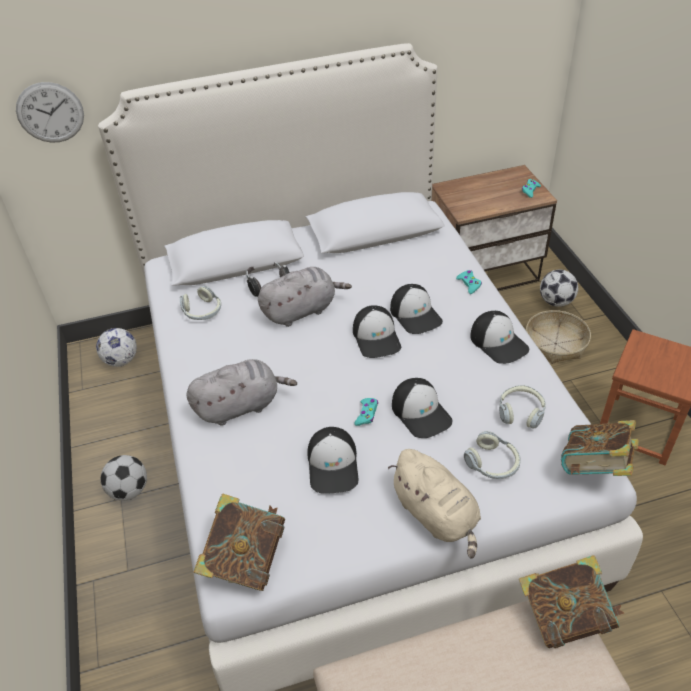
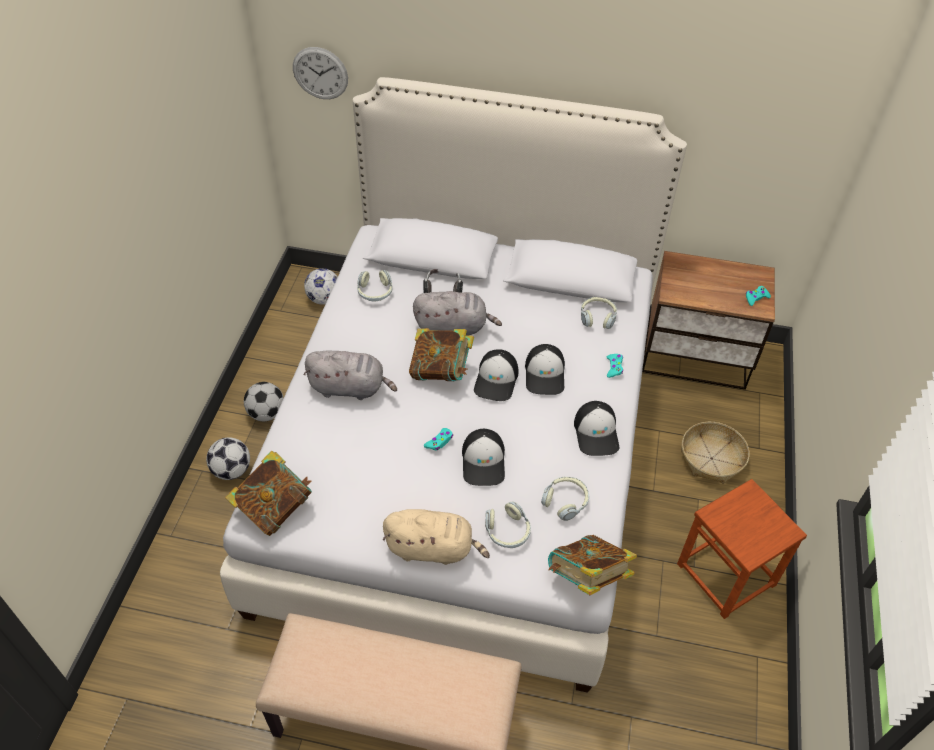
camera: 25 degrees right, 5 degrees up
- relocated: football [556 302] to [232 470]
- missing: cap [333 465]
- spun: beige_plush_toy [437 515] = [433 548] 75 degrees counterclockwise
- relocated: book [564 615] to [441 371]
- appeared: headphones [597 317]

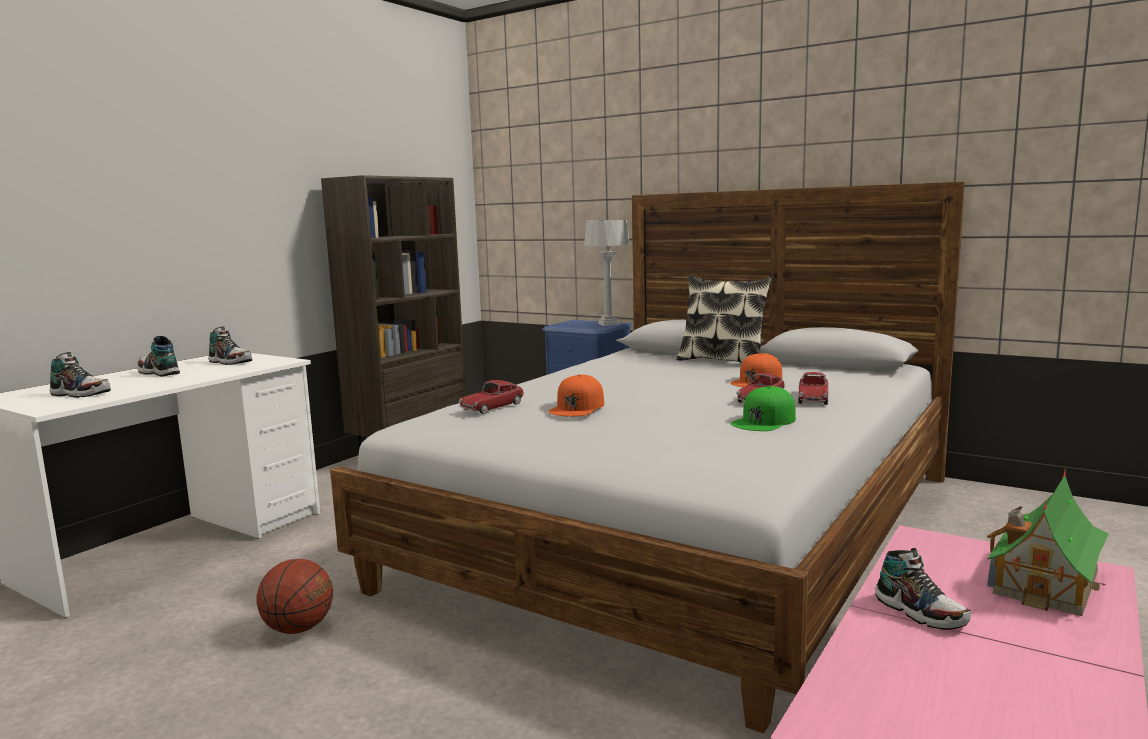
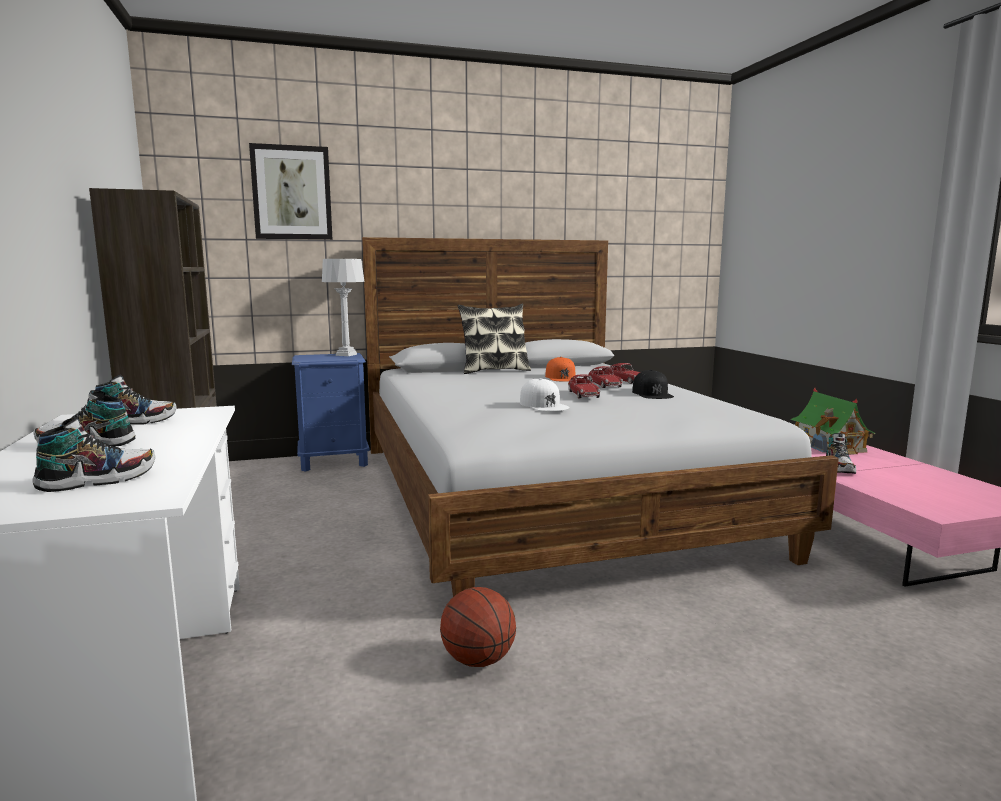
camera: 50 degrees left, 0 degrees up
- colour: orange_cap [577 407] to white_cap [543 405]
- relocated: toy_car [492 407] to [583 394]
- colour: green_cap [764 421] to black_cap [652 393]
- spun: shoe [920 612] = [839 468] 90 degrees clockwise
- appeared: picture [292 193]

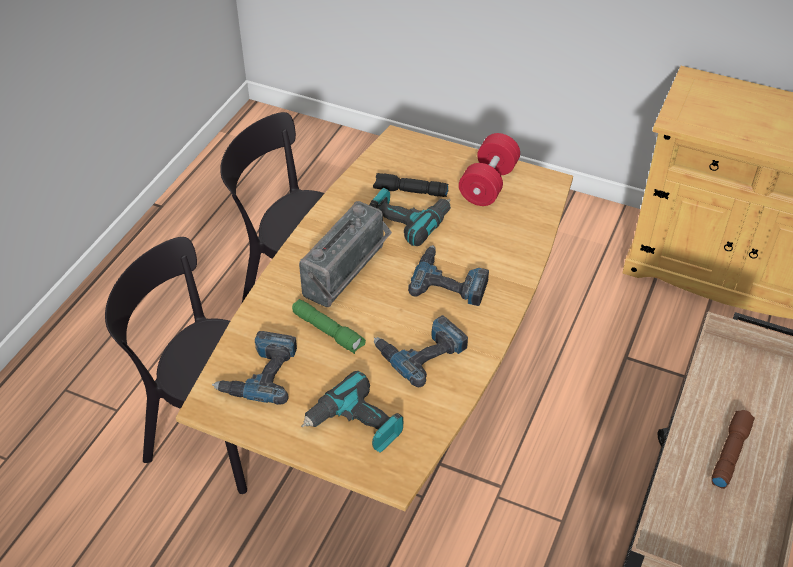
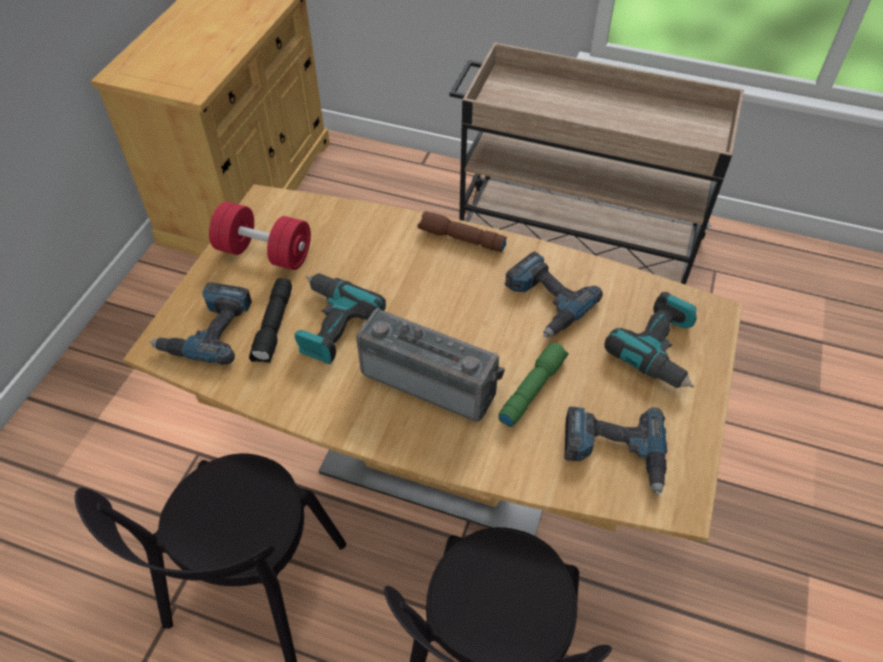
camera: 95 degrees left, 5 degrees up
- relocated: power_drill [450 281] to [208 329]
- relocated: brown_flashlight [729 453] to [460 239]

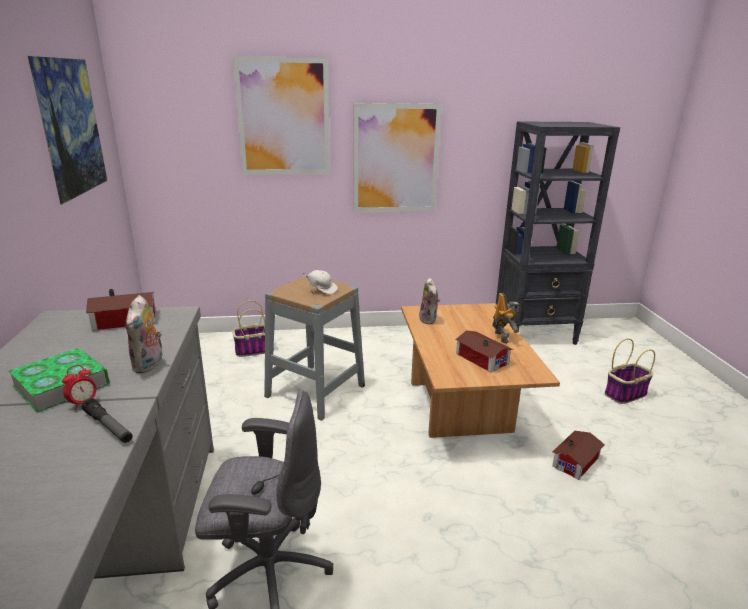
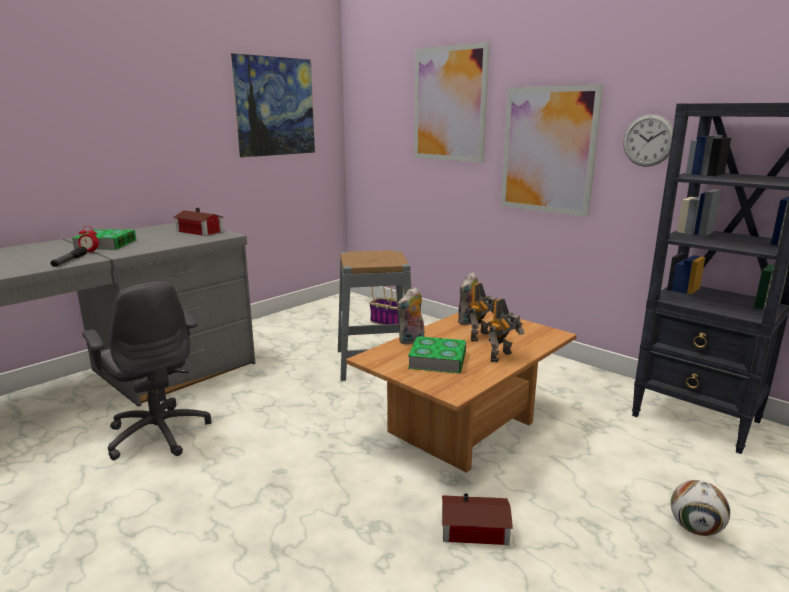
camera: 50 degrees right, 5 degrees down
- missing: white_cap [322 289]
- relocated: plush_toy [149 365] to [411 341]
- exchanged: toy_house [481 358] to book [437 360]
- exchanged: basket [625 394] to football [695 528]
- appeared: wall_clock [648 140]
- appeared: toy_robot [481 336]

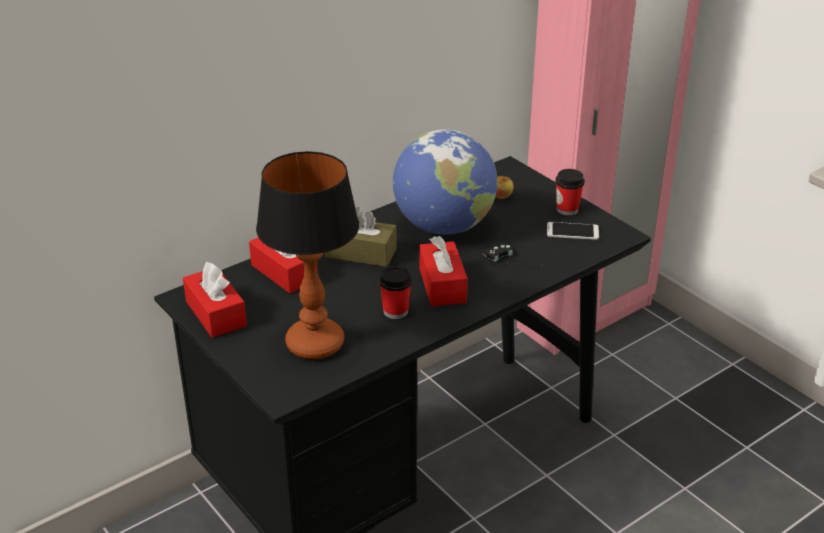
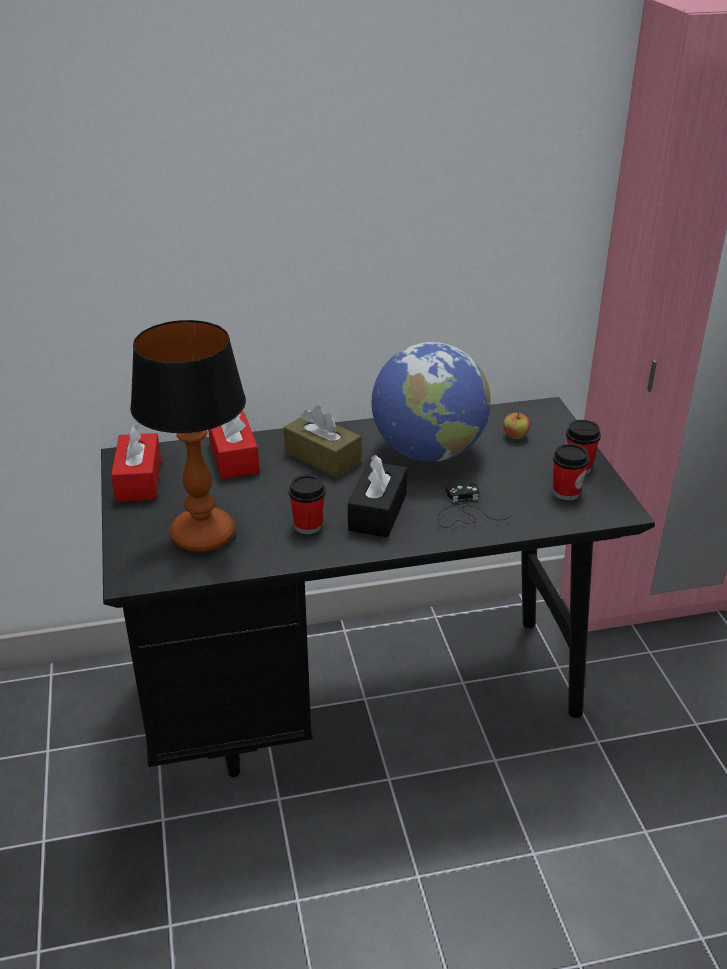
camera: 25 degrees right, 0 degrees up
- exchanged: phone [572 231] to cup [566 492]
- colour: red_tissue_box [442 285] to black_tissue_box [378 512]

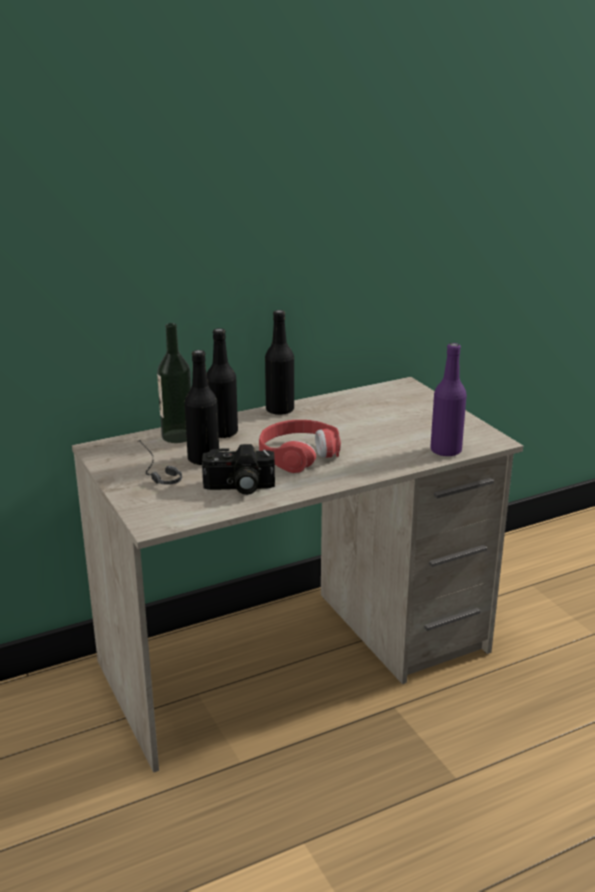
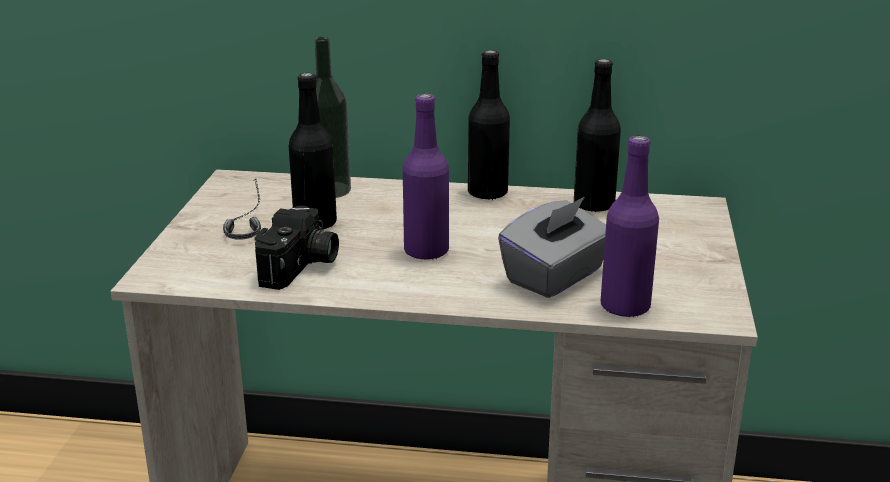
camera: 35 degrees right, 0 degrees up
- relocated: black_bottle [223 433] to [594 205]
- exchanged: red_headphones [298 455] to purple_bottle [426 251]
- spun: photo_camera [239 487] = [301 267] 105 degrees counterclockwise
- appeared: grey_tissue_box [555 276]

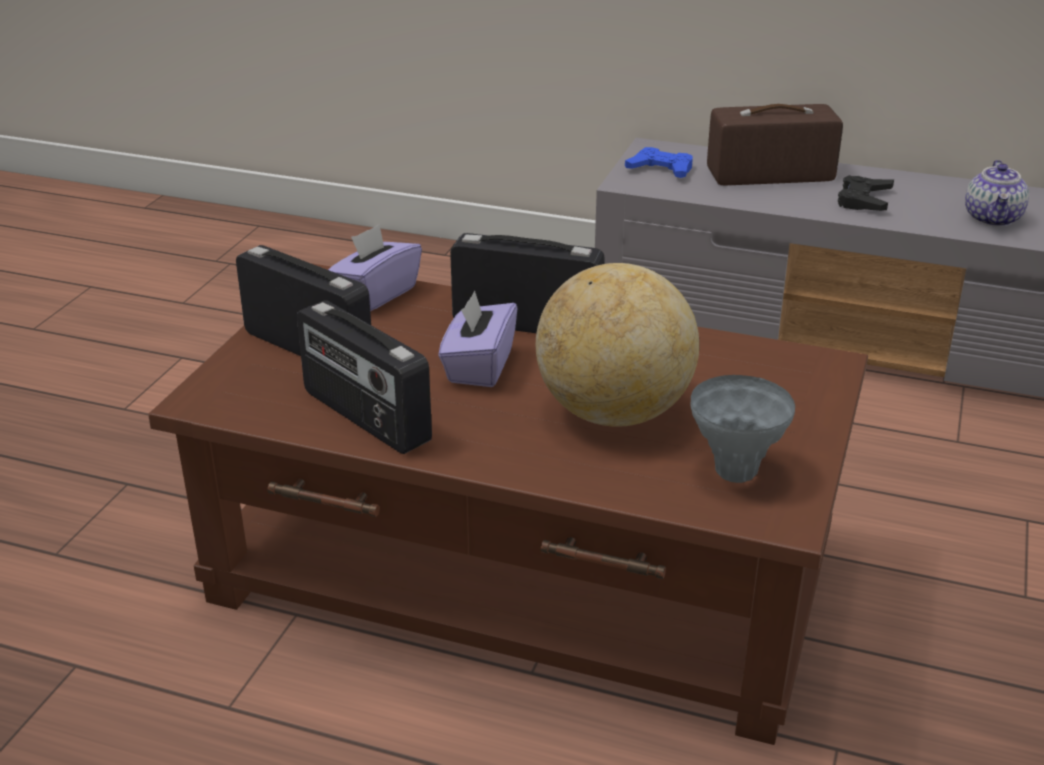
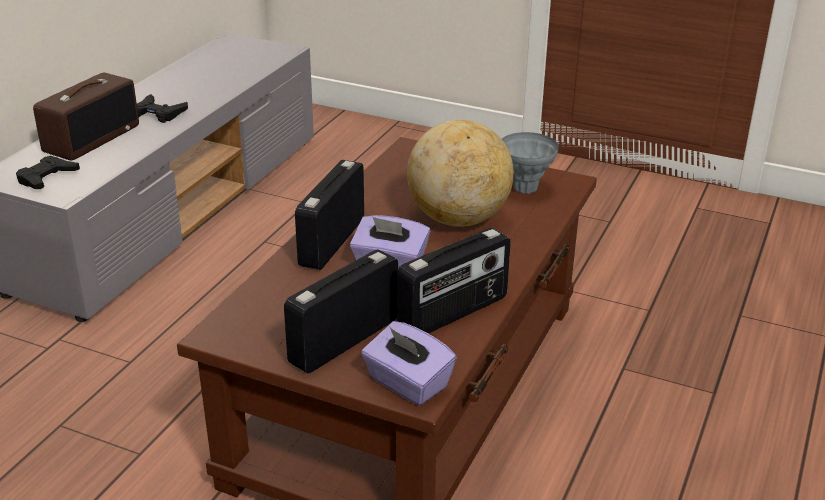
camera: 85 degrees left, 0 degrees up
- spun: radio [769 175] = [91 138] 150 degrees counterclockwise
- colour: blue_game_controller [661 170] to black_game_controller [47 178]
- missing: teapot [993 219]
- relocated: purple_tissue_box [375 294] to [407 384]

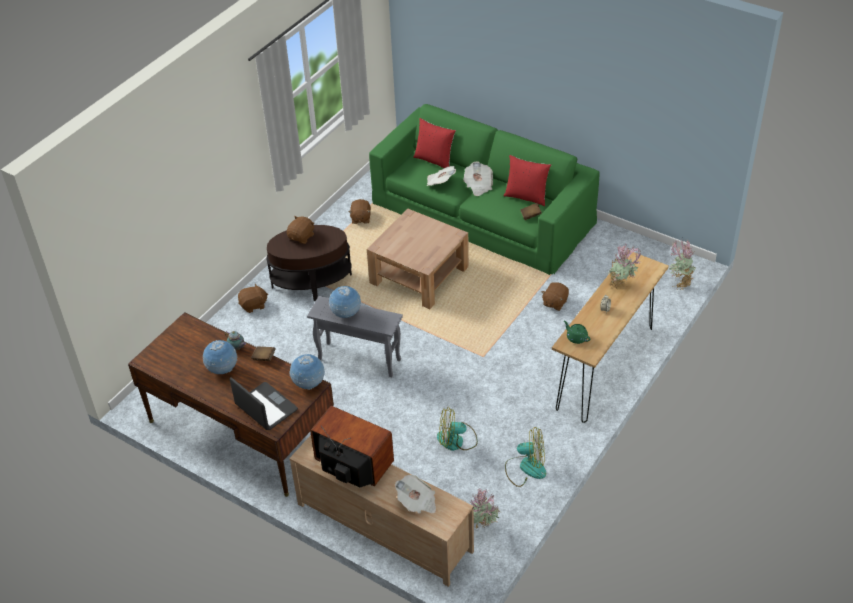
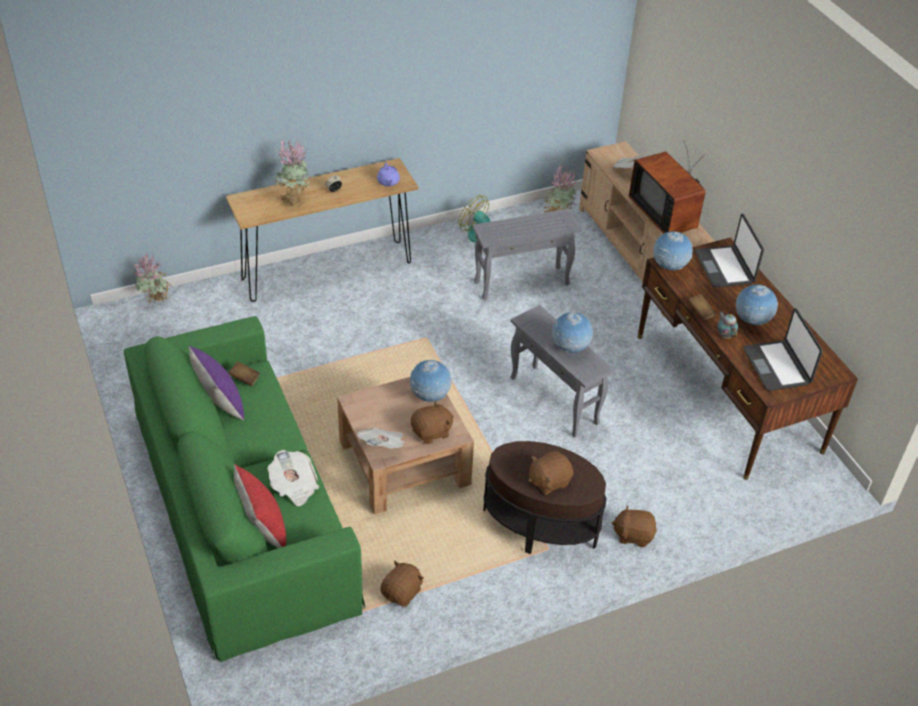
camera: 150 degrees left, 0 degrees up
- colour: red_pillow [526 196] to purple_pillow [220 404]
- relocated: newspaper [478 186] to [383 446]
- relocated: brown_plush_toy [554 302] to [432 432]
- colour: green_teapot [576 338] to purple_teapot [388 182]
- exchanged: fan [456 440] to grey_side_table [521 283]
- appeared: laptop [777 366]
- appeared: globe [430 397]

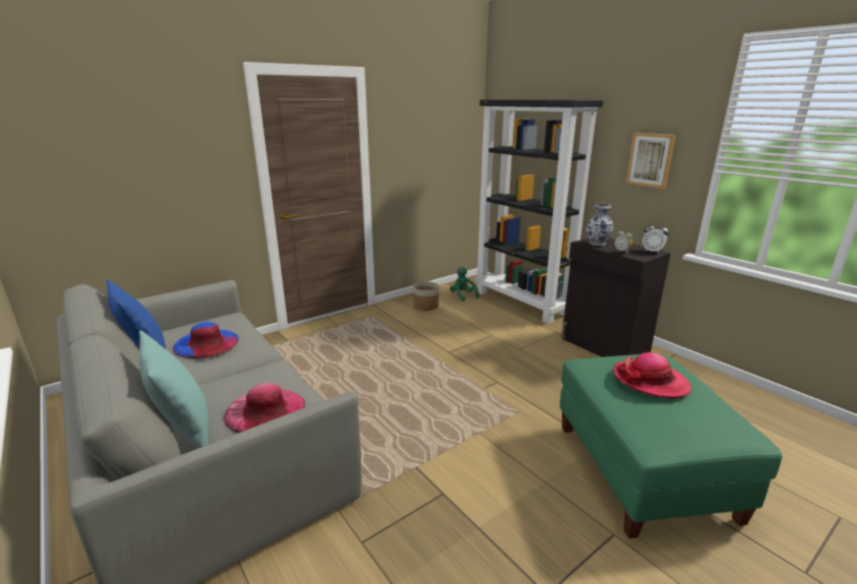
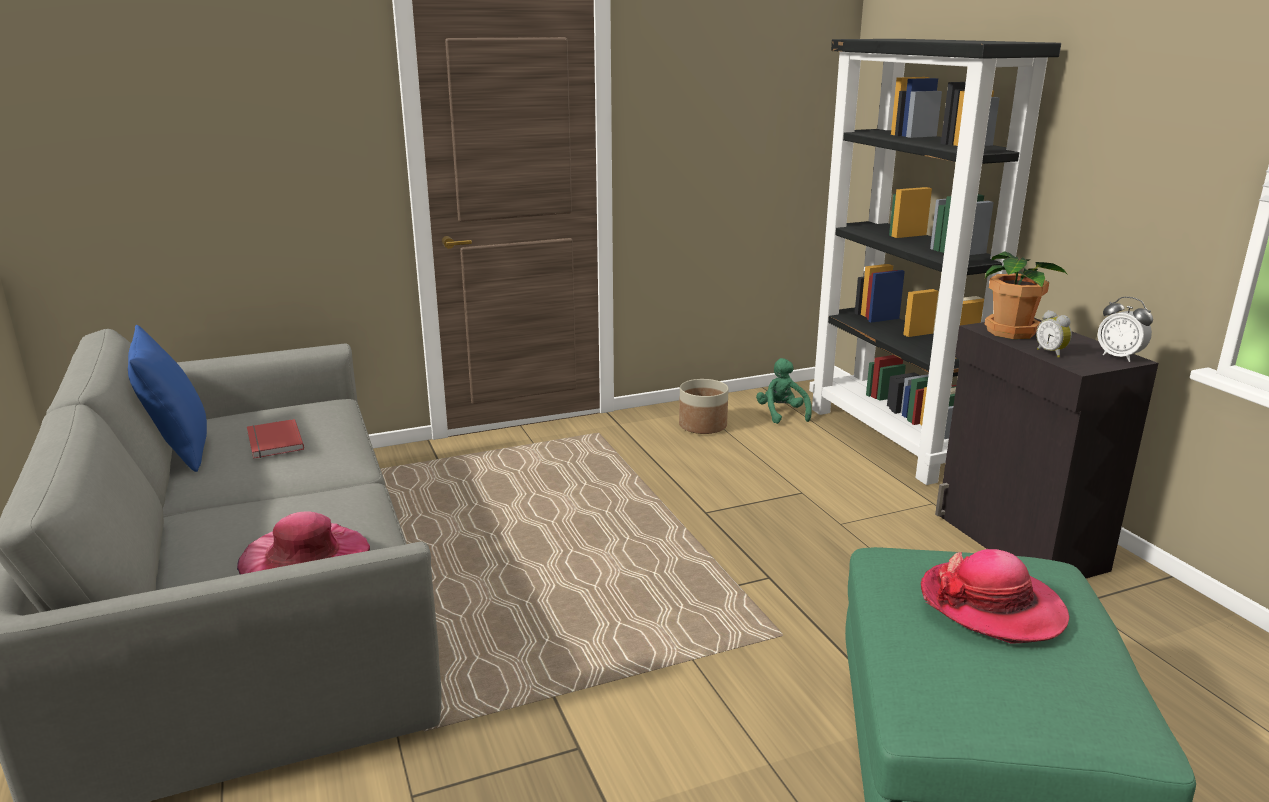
camera: 15 degrees right, 0 degrees up
- missing: picture [650 160]
- exchanged: vase [597 243] to potted_plant [1012 332]
- exchanged: blue_hat [206 343] to red_book [273 442]
- missing: turquoise_pillow [184 429]

